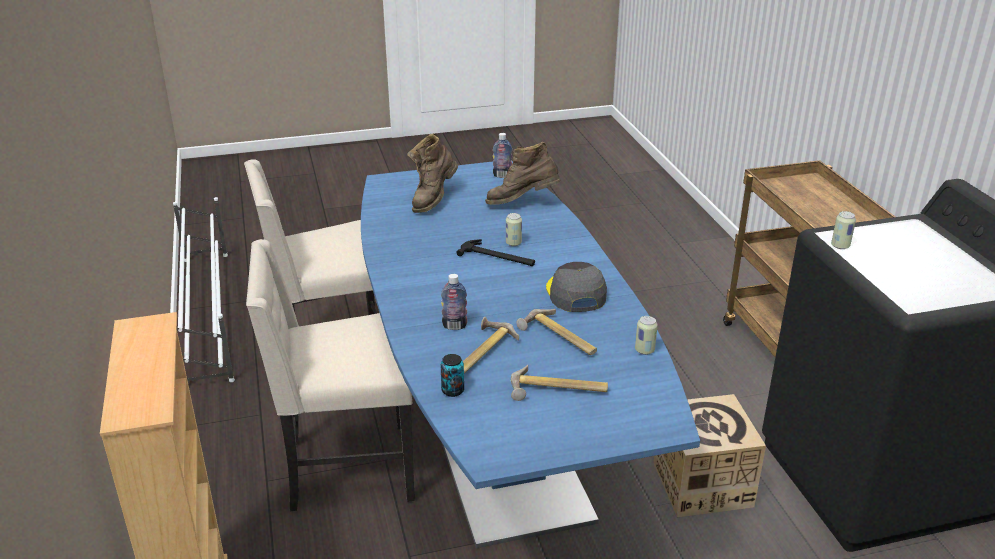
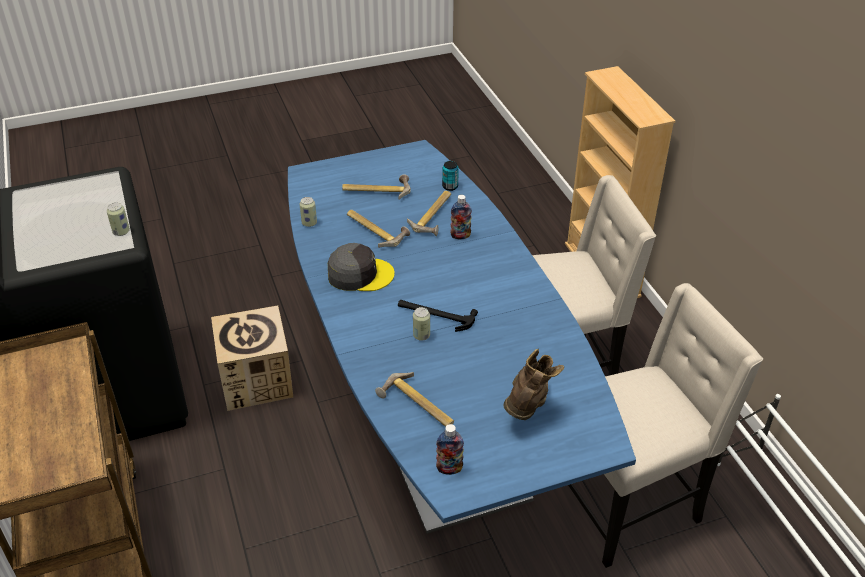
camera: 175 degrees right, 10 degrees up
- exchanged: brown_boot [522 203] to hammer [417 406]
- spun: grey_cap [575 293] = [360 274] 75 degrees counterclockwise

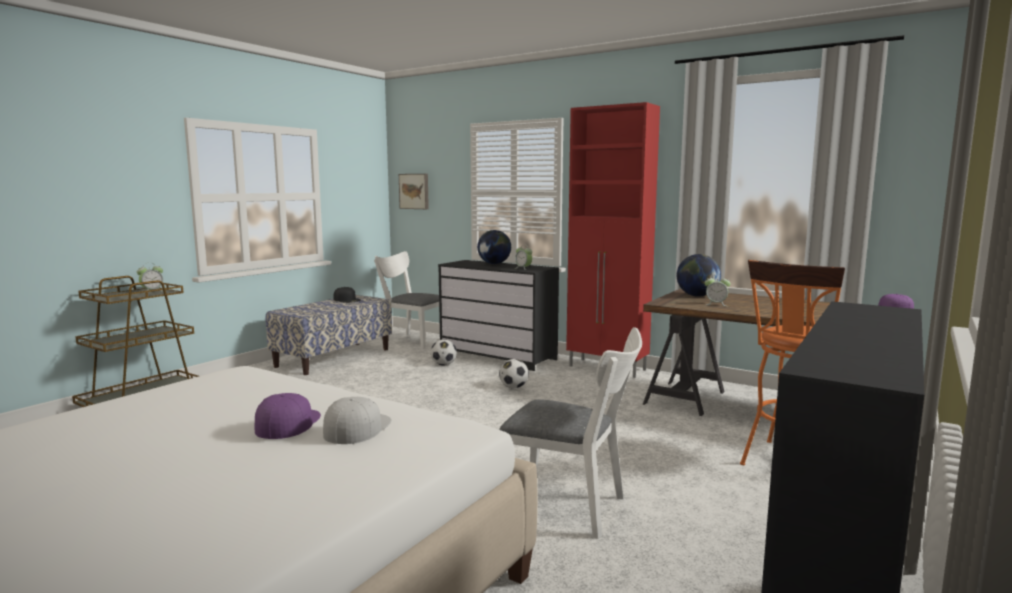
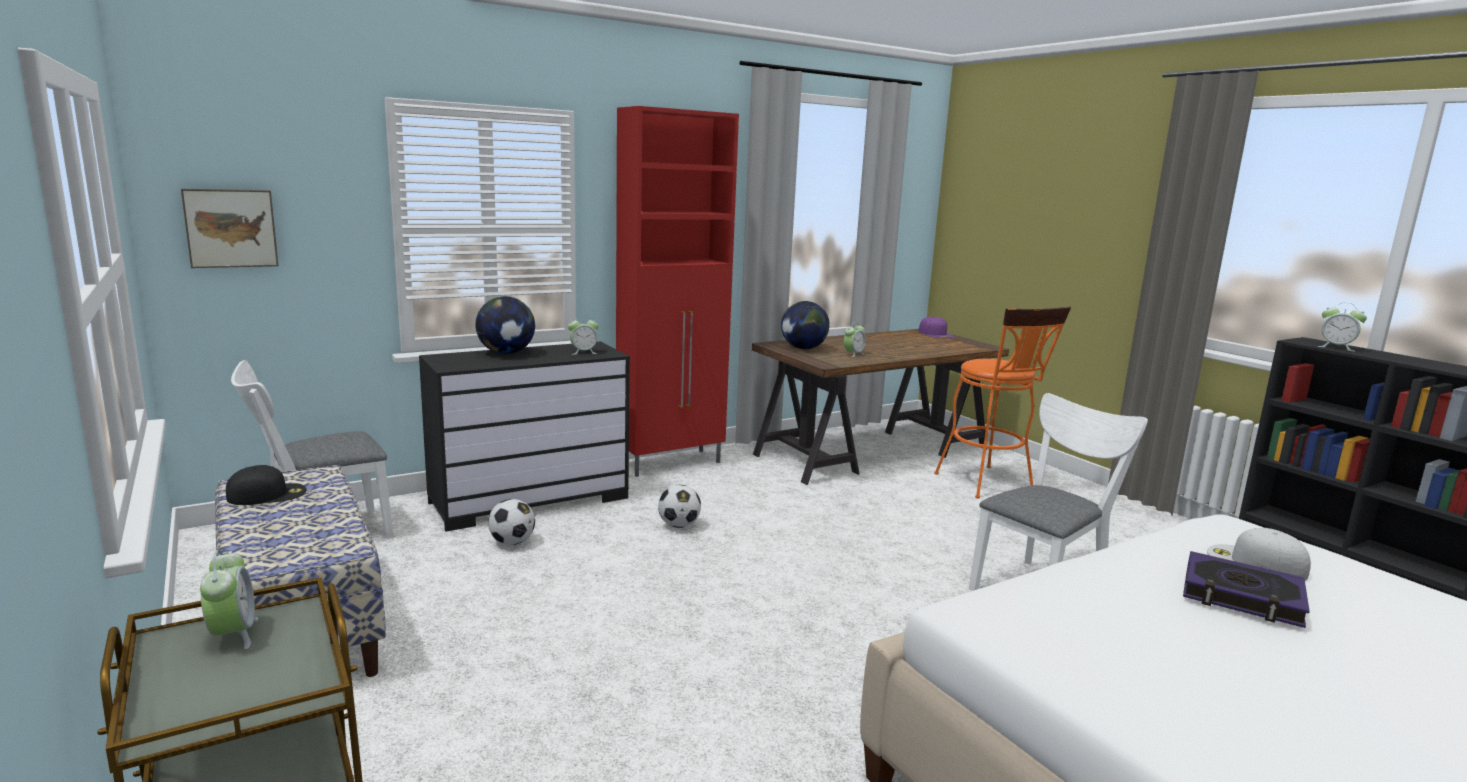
camera: 65 degrees left, 5 degrees up
- exchanged: purple_cap [287 423] to book [1241 597]
- appeared: alarm_clock [1336 347]

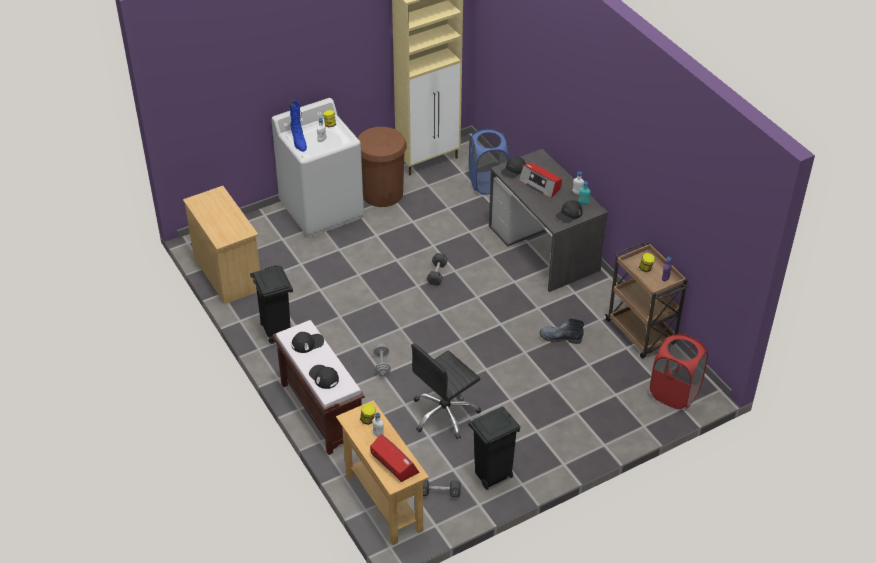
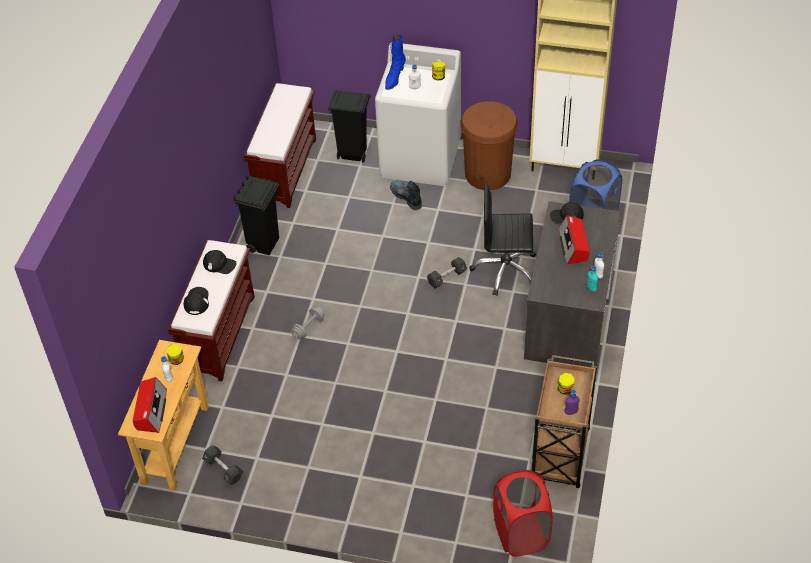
camera: 45 degrees right, 5 degrees up
- exchanged: beige_dresser [227 273] to brown_bench [285 169]
- missing: black_cap [569 214]
- relocated: boot [560 338] to [405 197]
- relocated: black_office_chair [445 414] to [505 270]
- relocated: black_trash_can [492 476] to [352 154]

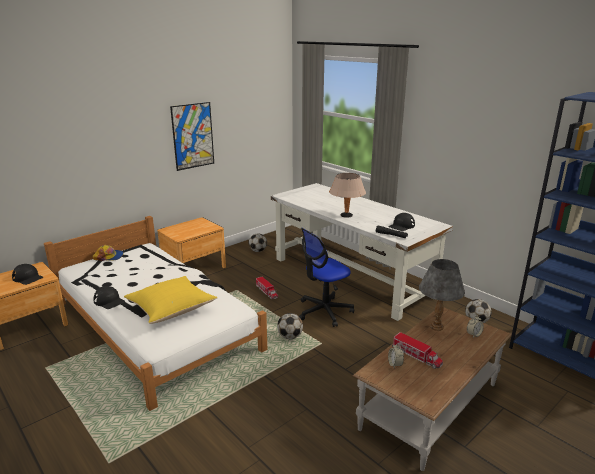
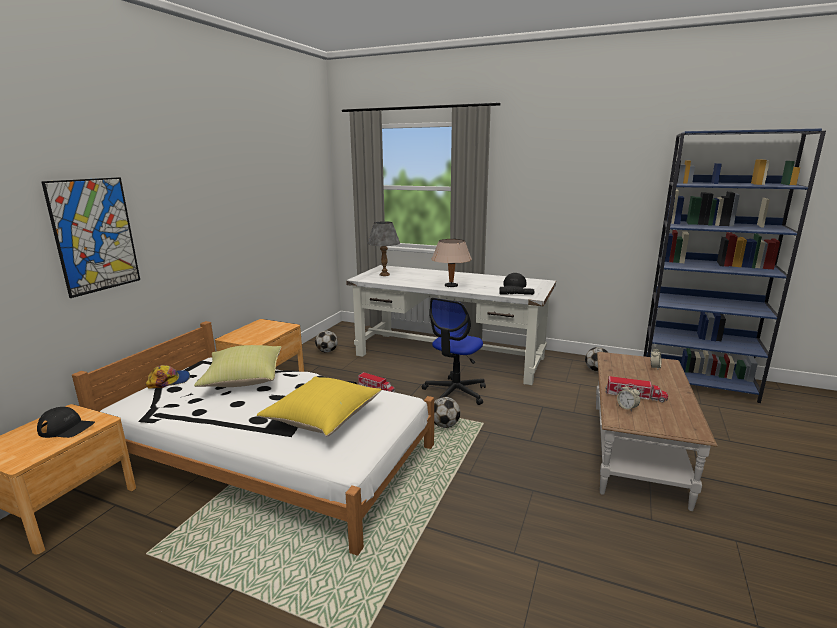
camera: 25 degrees left, 5 degrees down
- relocated: picture [193 136] to [95 235]
- relocated: grey_table_lamp [436 327] to [384 274]
- missing: black_cap [109 301]
- appeared: yellow_pillow [243 379]

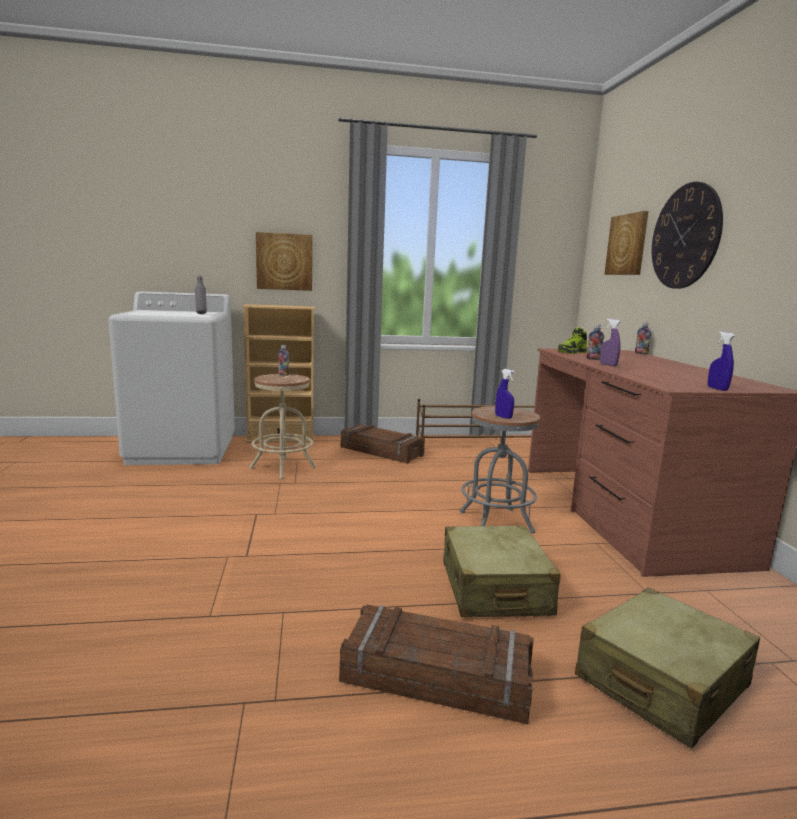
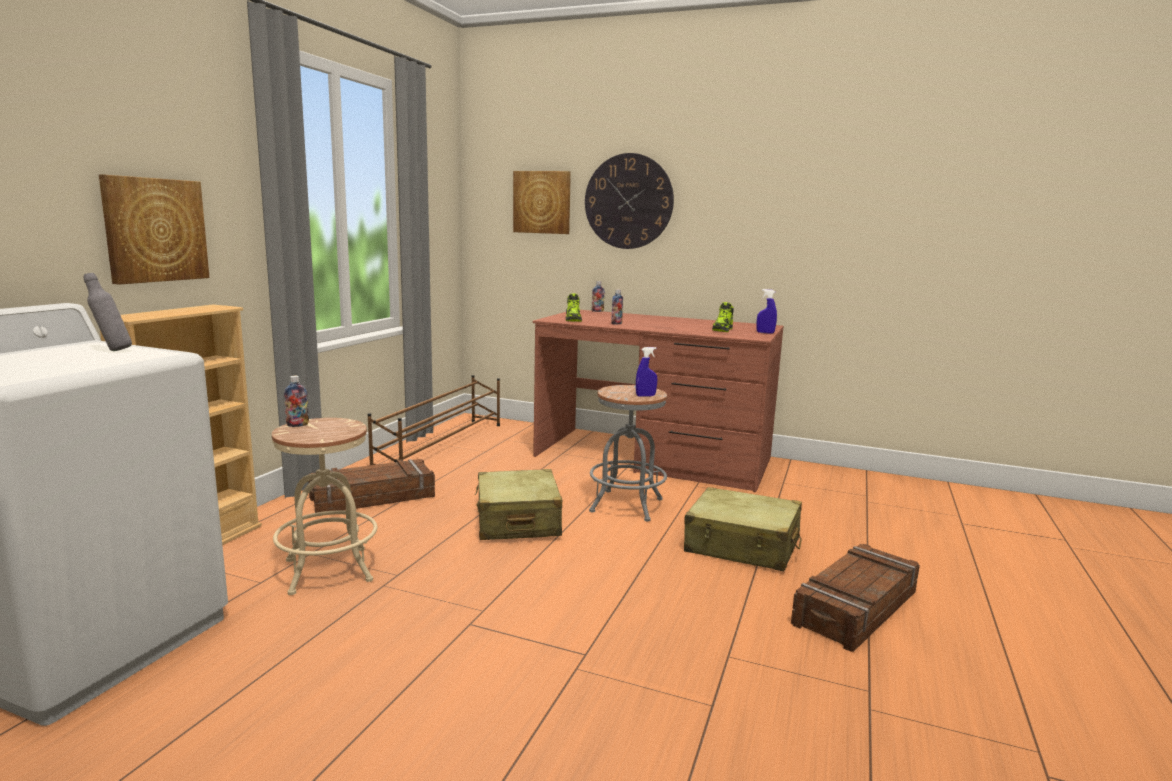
camera: 60 degrees left, 0 degrees up
- missing: purple_spray_bottle [608 365]
- relocated: beige_suitcase [661 682] to [517 521]
- appeared: shoe [722 330]

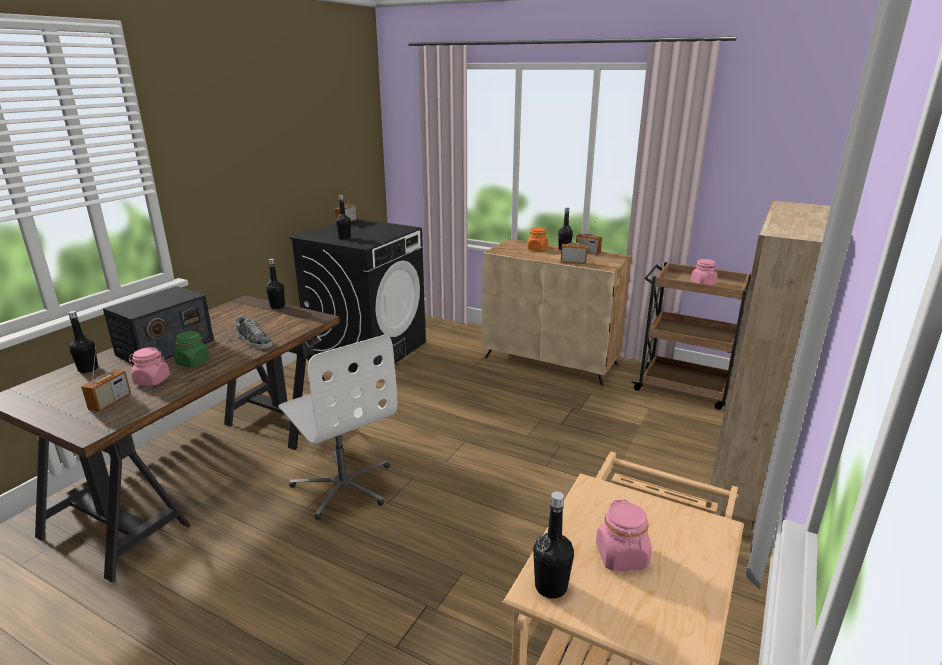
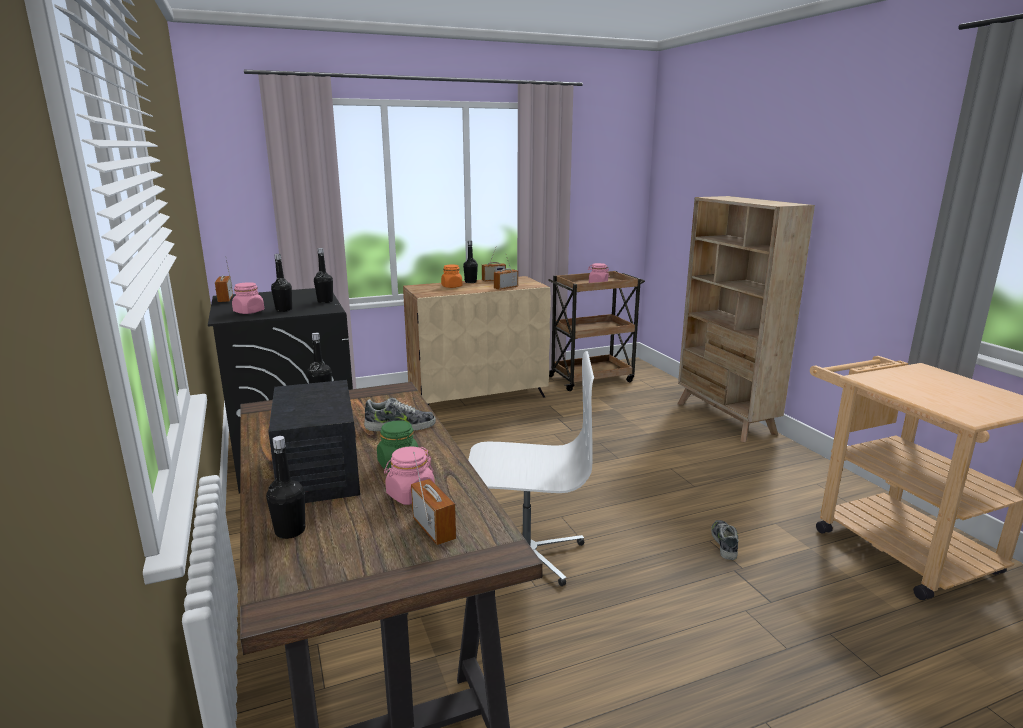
camera: 50 degrees left, 5 degrees down
- relocated: black_bottle [551 587] to [325 301]
- relocated: pink_jar [622 556] to [249 312]
- appeared: shoe [724 543]

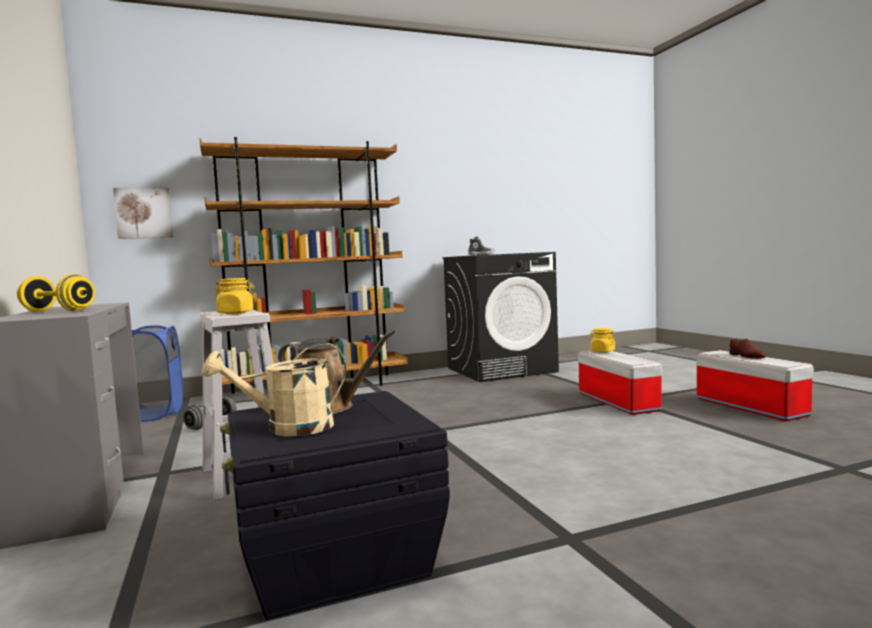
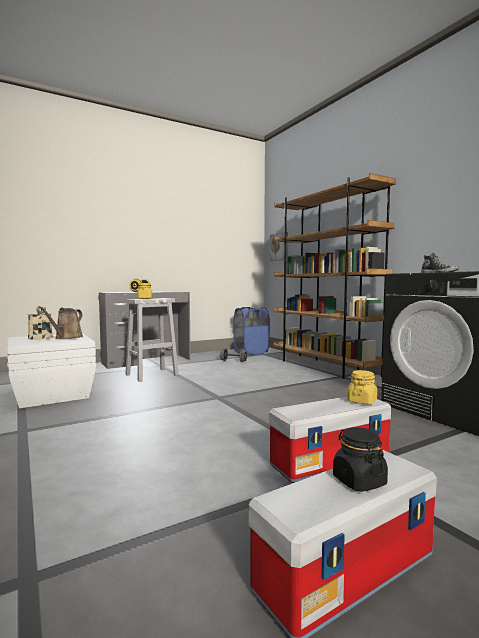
camera: 80 degrees right, 0 degrees up
- exchanged: brown_shoe [746 356] to black_jar [359 481]
- colour: black_storage_box [335 558] to white_storage_box [51 395]

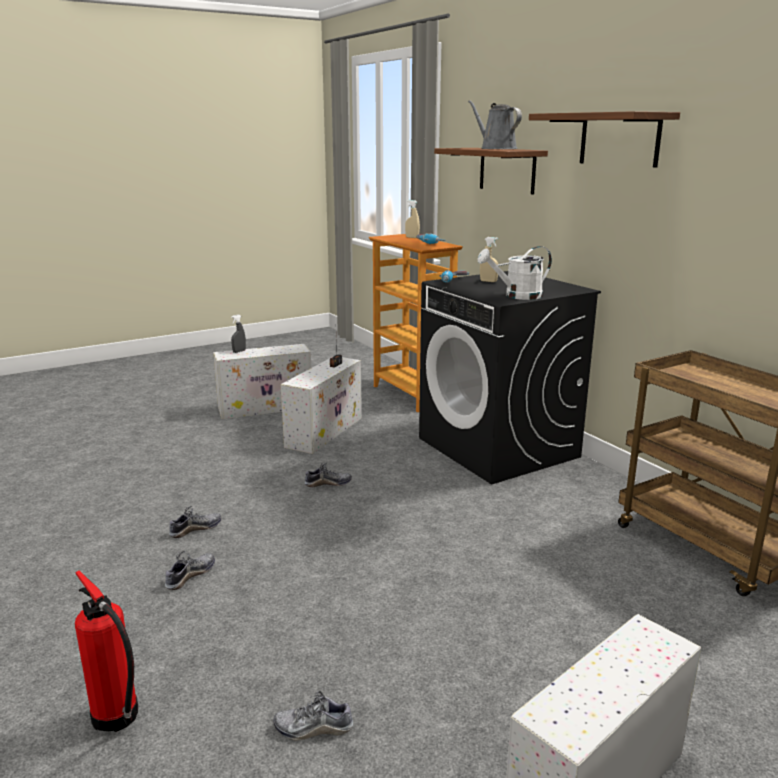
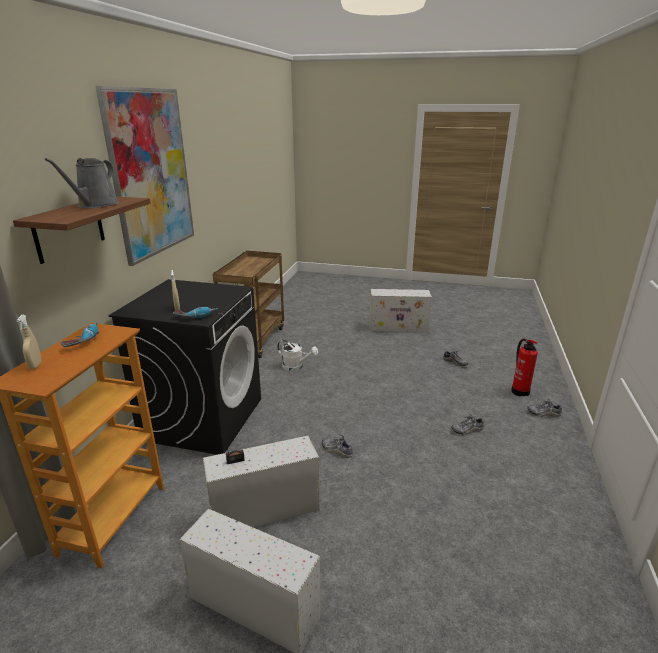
camera: 135 degrees left, 5 degrees up
- exchanged: shelf [619 139] to picture [151 173]
- relocated: white_watering_can [517 296] to [296 367]
- missing: grey_spray_bottle [239 351]
- relocated: shoe [195 529] to [544 413]

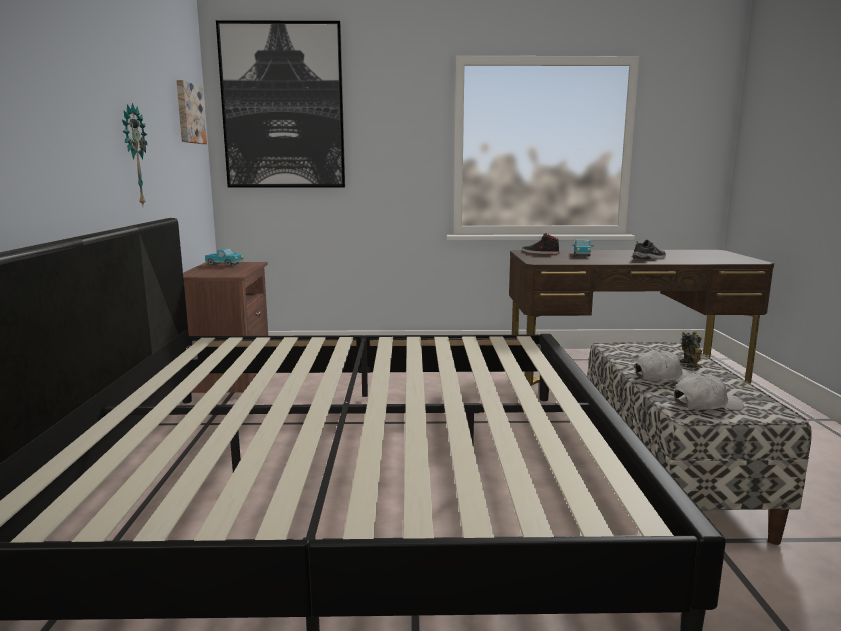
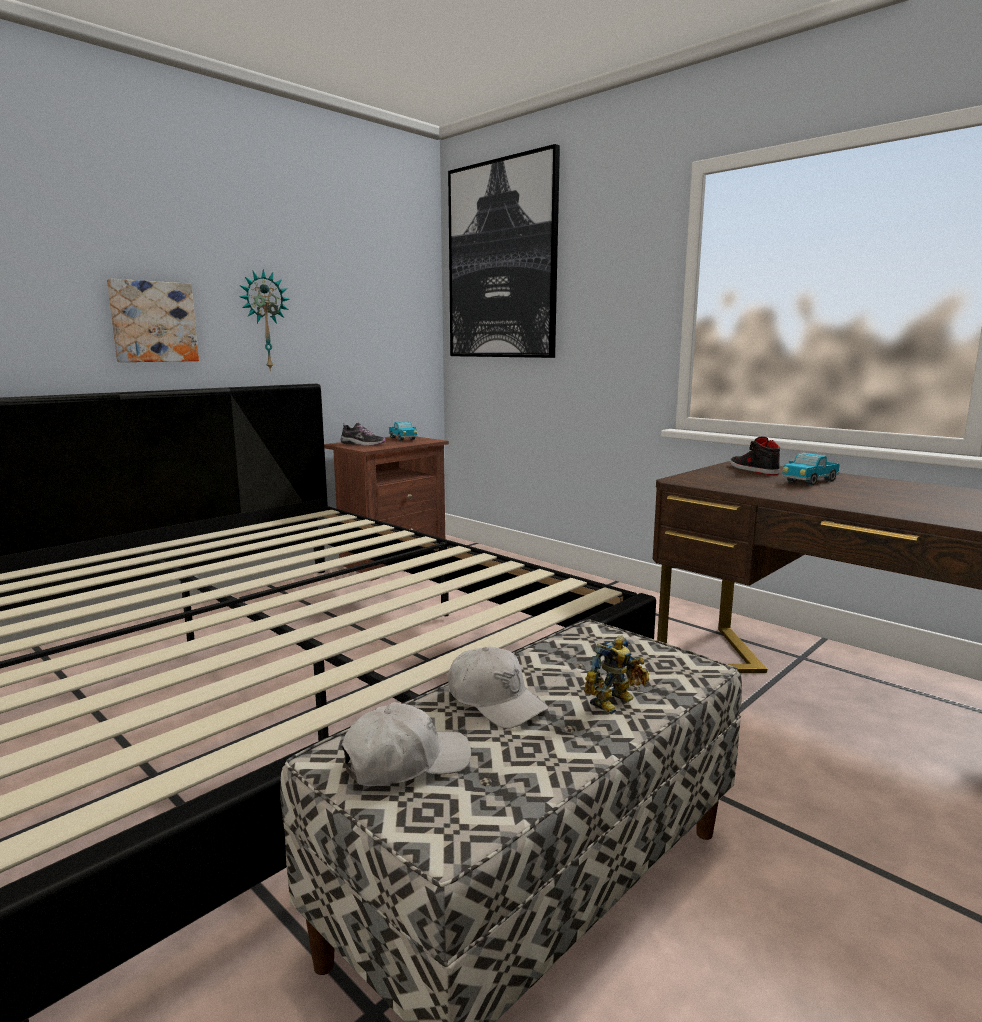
camera: 45 degrees right, 0 degrees up
- relocated: picture [188 113] to [153 322]
- relocated: shoe [649 258] to [362 444]
- spun: white_cap [706 405] = [406 762] 60 degrees counterclockwise

